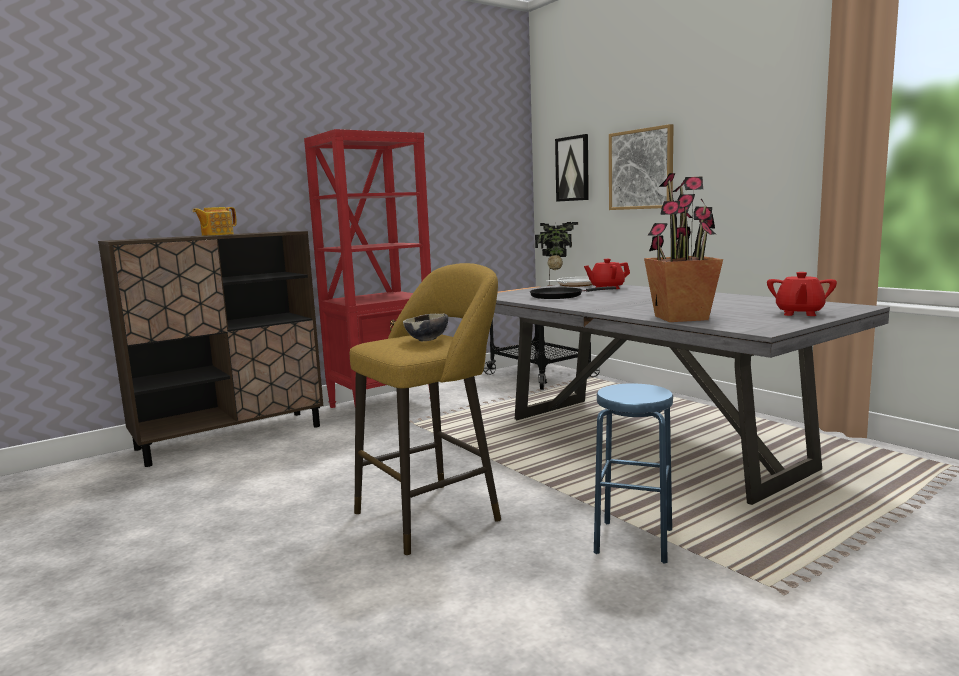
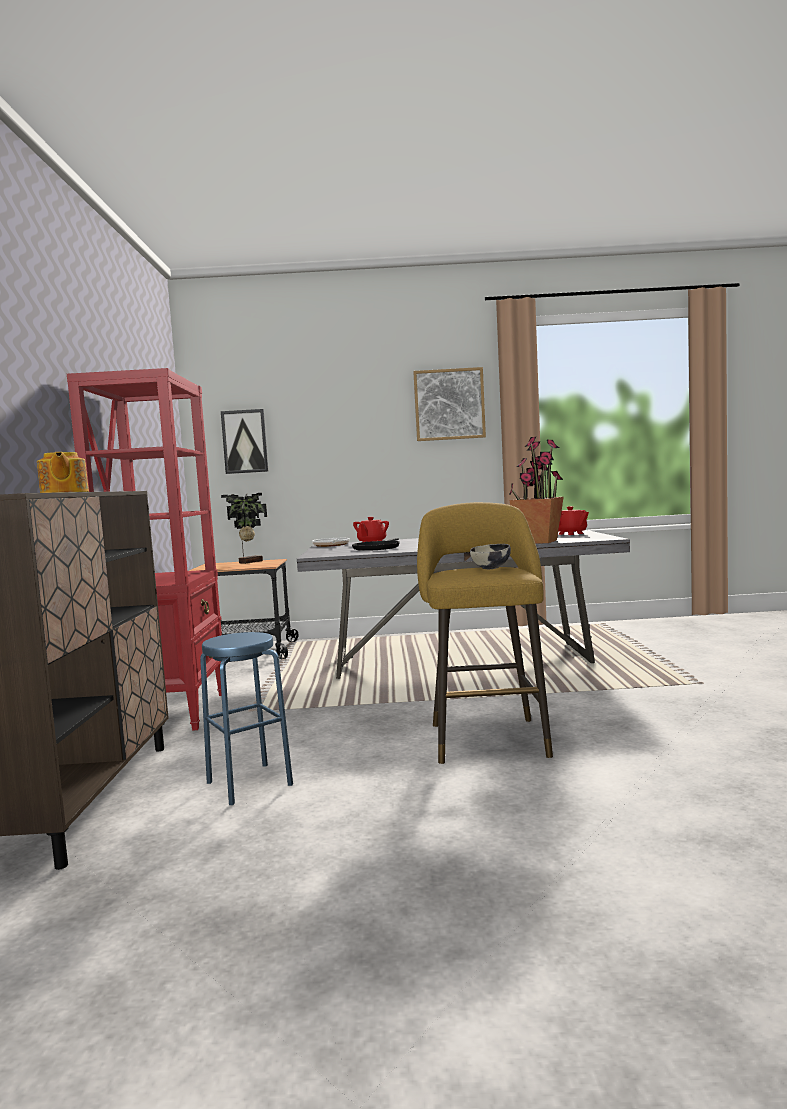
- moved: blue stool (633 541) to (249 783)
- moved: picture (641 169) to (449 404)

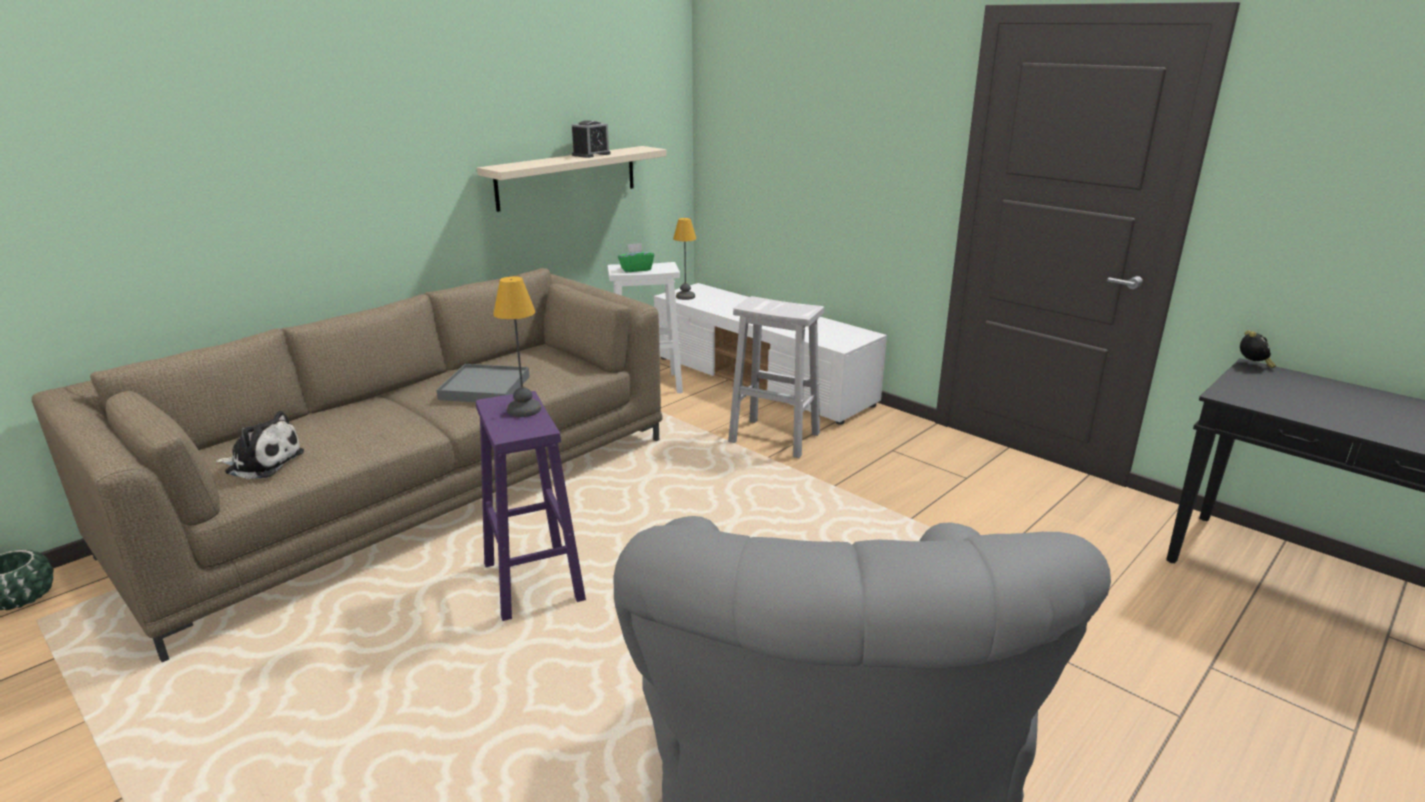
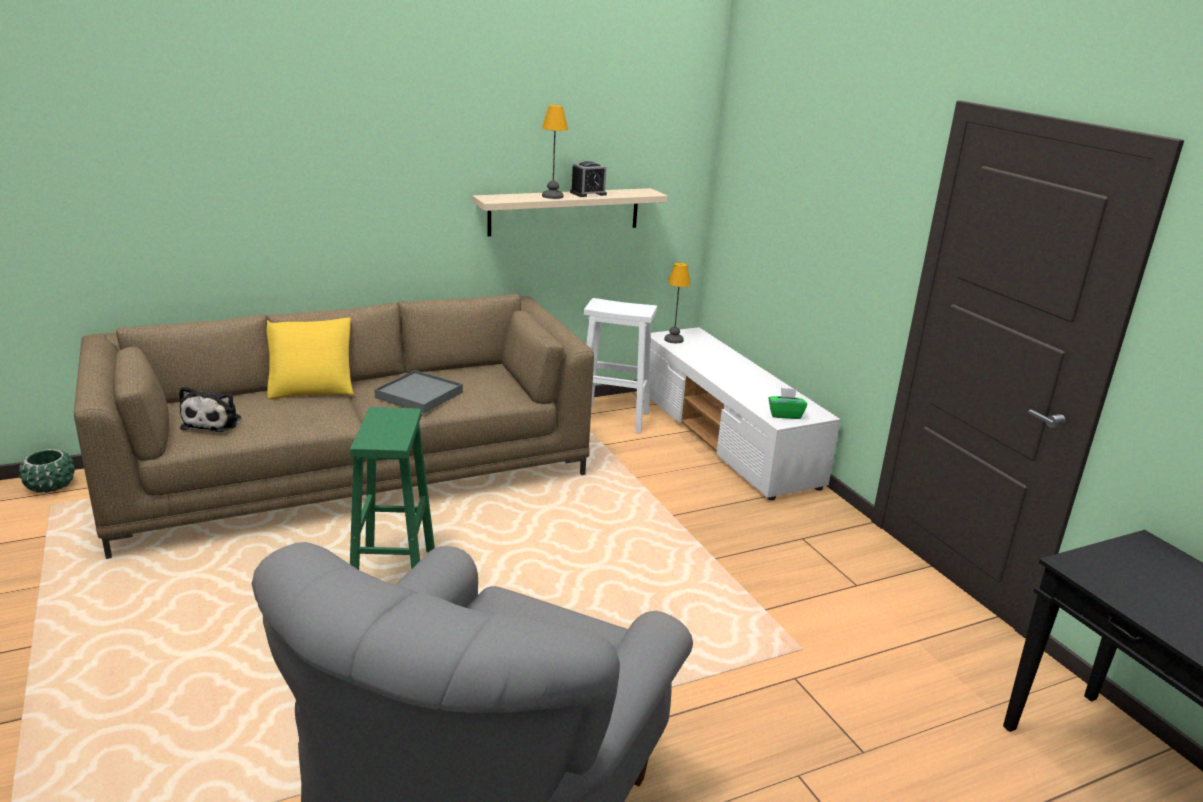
- turned: plush toy (262 462) = (214 422) 60 degrees clockwise
- added: yellow pillow (312 388)
- recoloured: purple stool (532 581) to green stool (393 572)
- moved: table lamp (523 409) to (552 196)
- moved: green tissue box (636 269) to (785 415)
- removed: white stool (776 438)
- removed: alarm clock (1252 365)

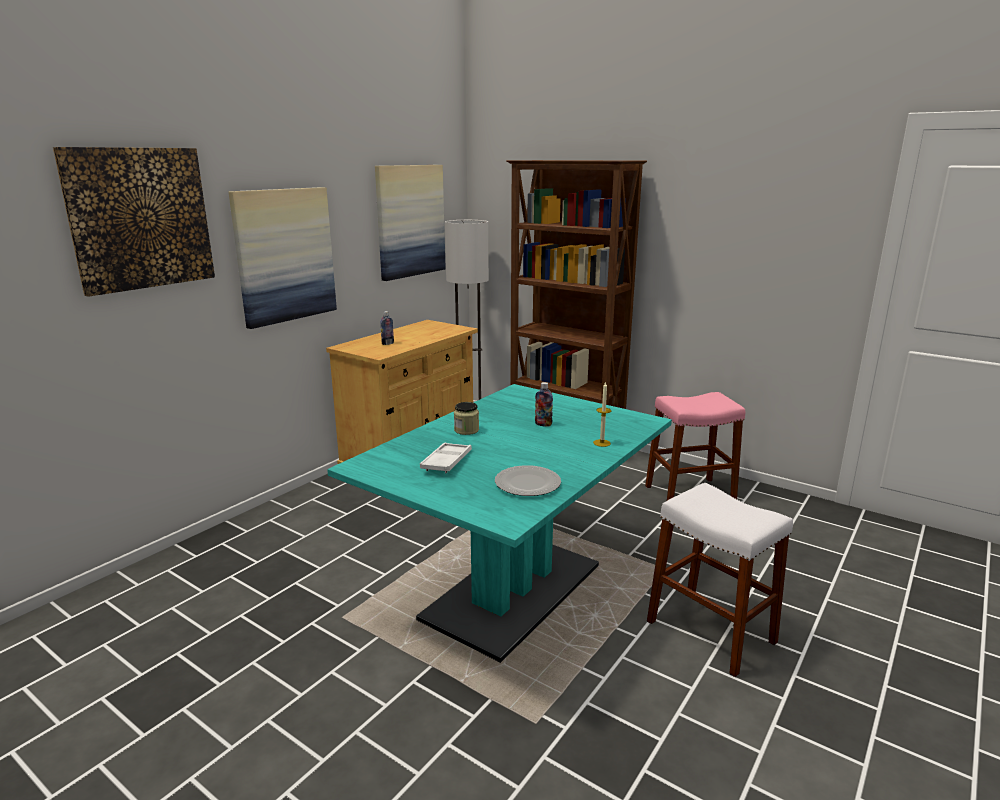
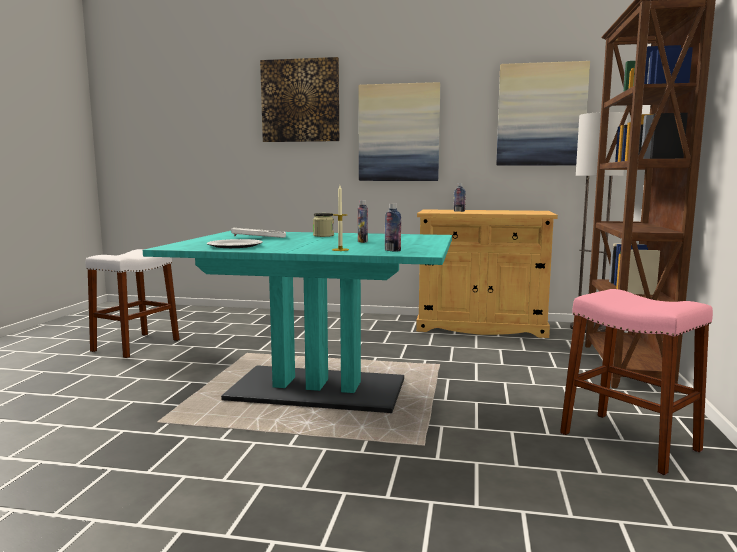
- moved: white stool (710 632) to (136 345)
- added: bottle (392 250)

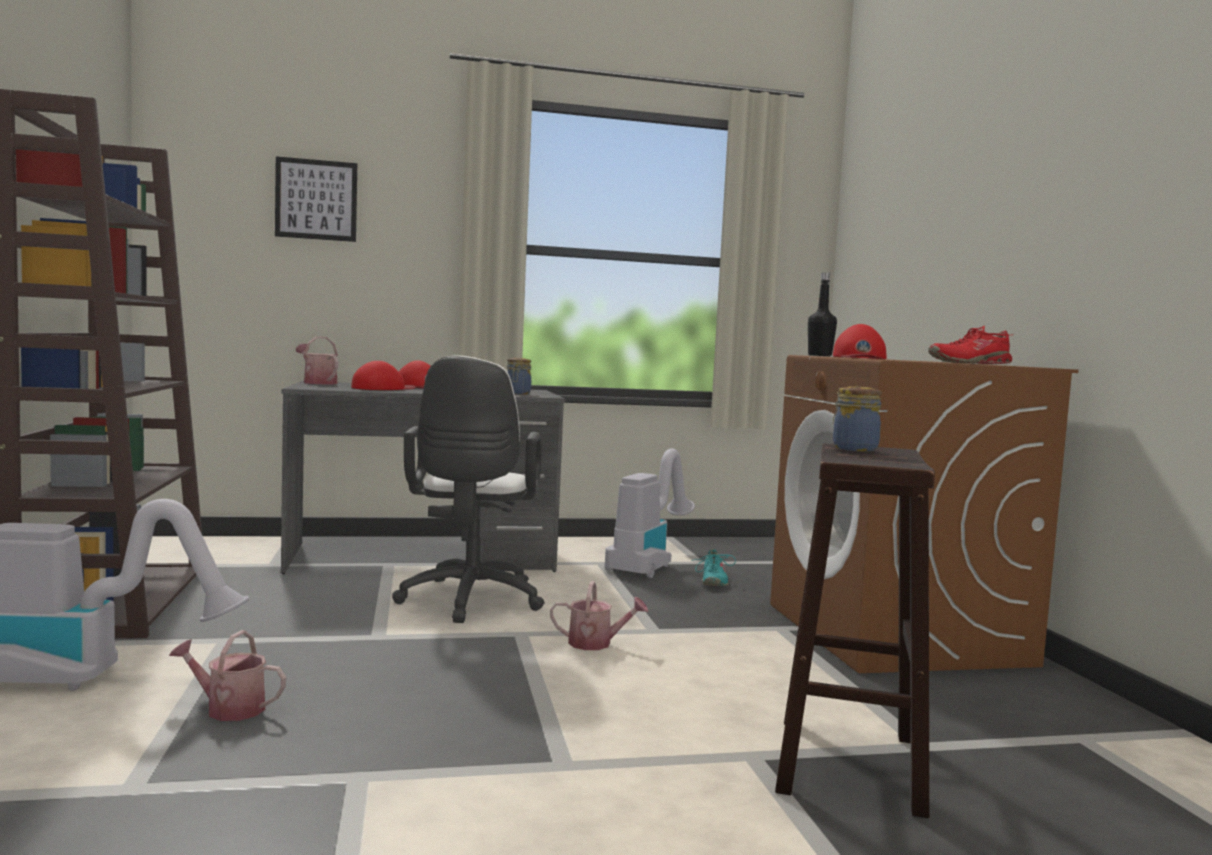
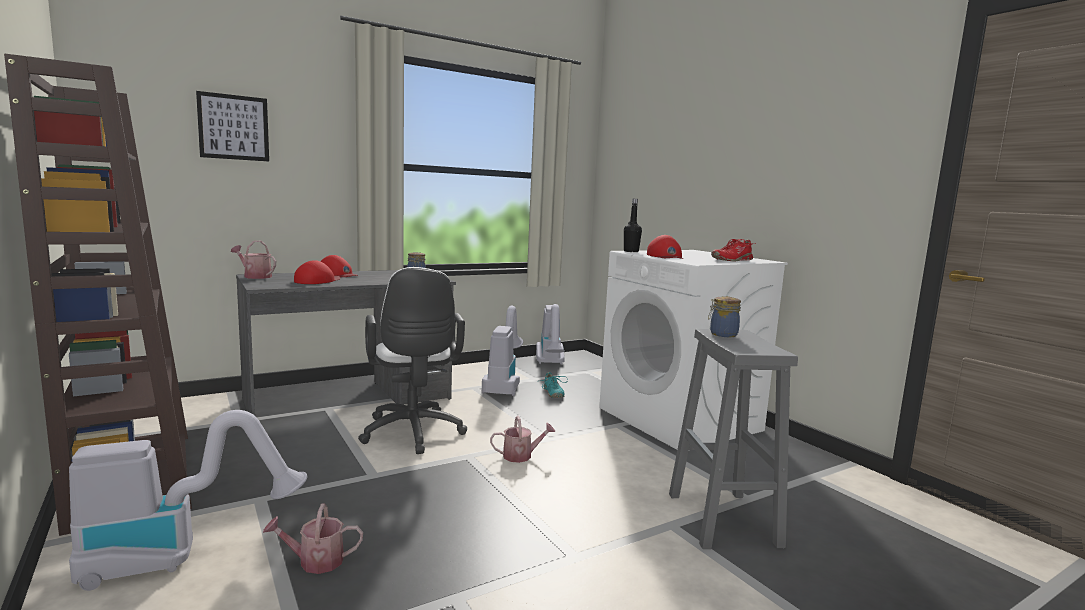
- added: vacuum cleaner (551 364)
- recoloured: brown washing machine (897 634) to white washing machine (680 419)
- recoloured: brown stool (849 765) to grey stool (724 520)

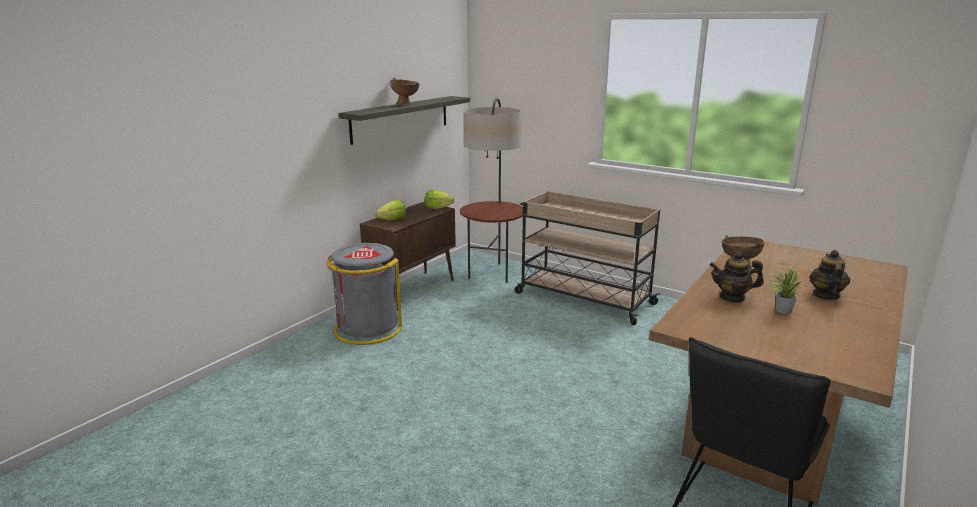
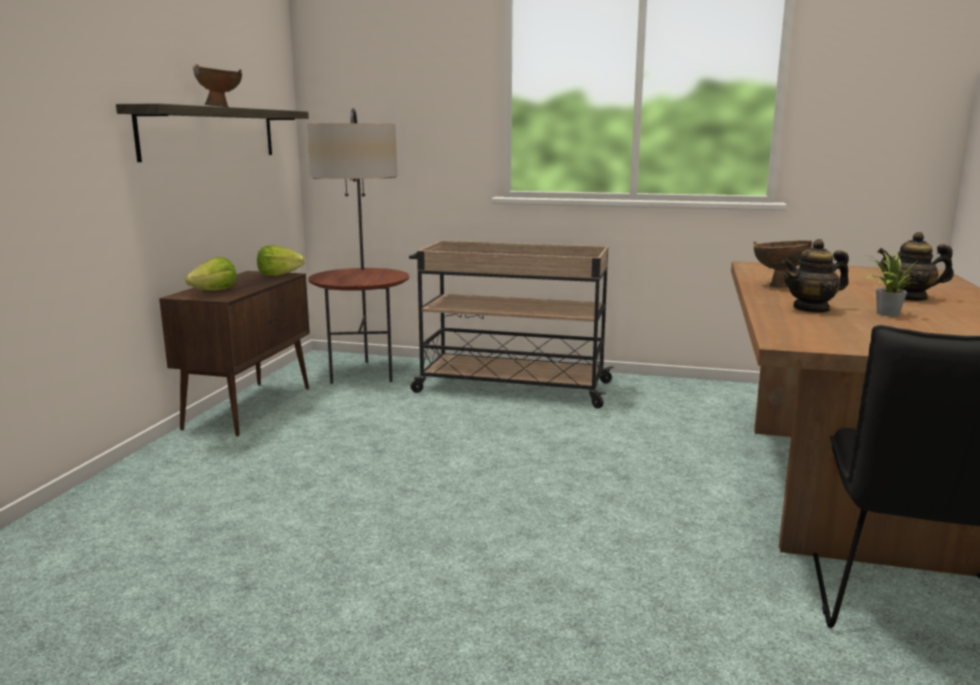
- turned: teapot (825 295) = (909 297) 75 degrees counterclockwise
- removed: grey trash can (367 329)

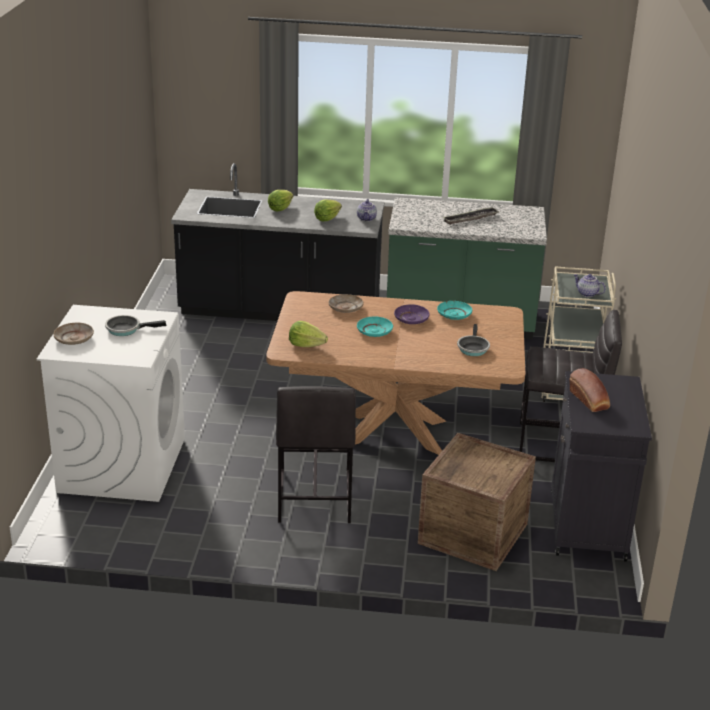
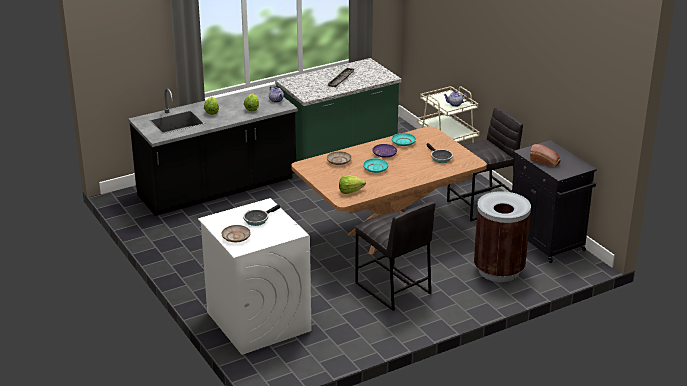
- replaced: crate (473 533) to brown trash can (498 270)

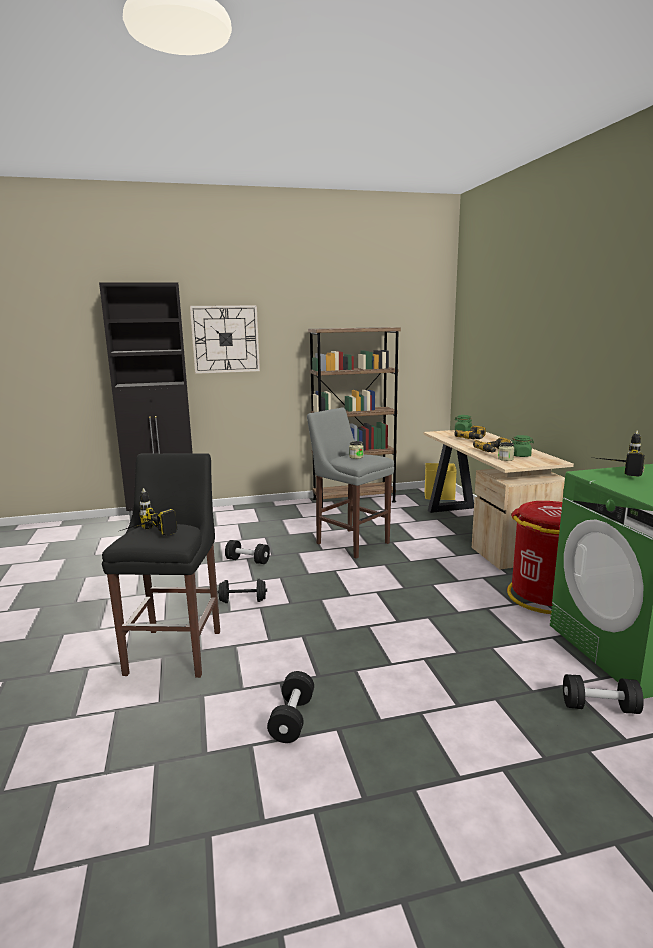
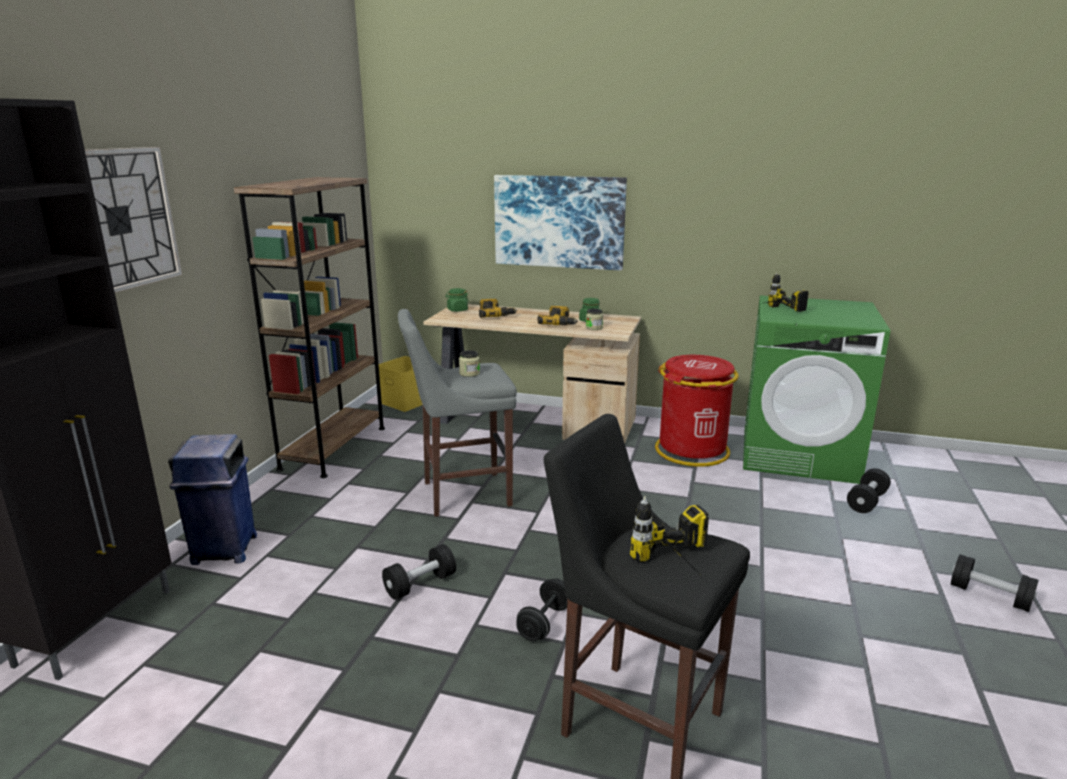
- added: blue trash can (224 550)
- added: picture (559 222)
- moved: black dumbbell (292 719) to (989 596)

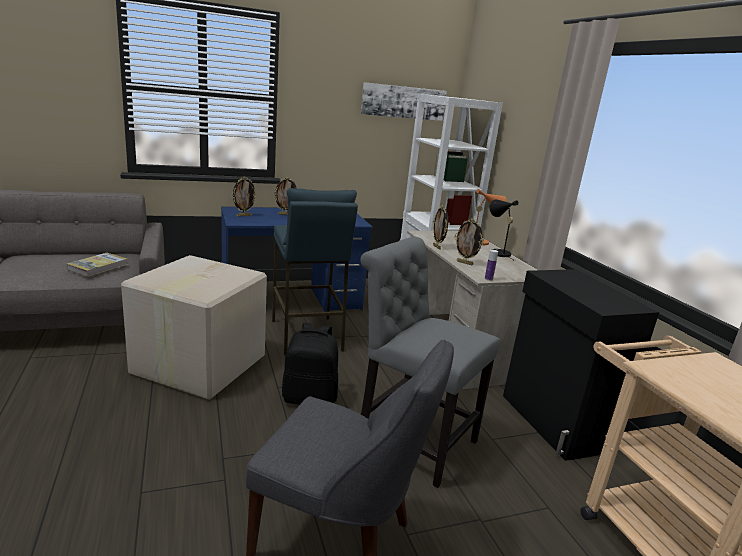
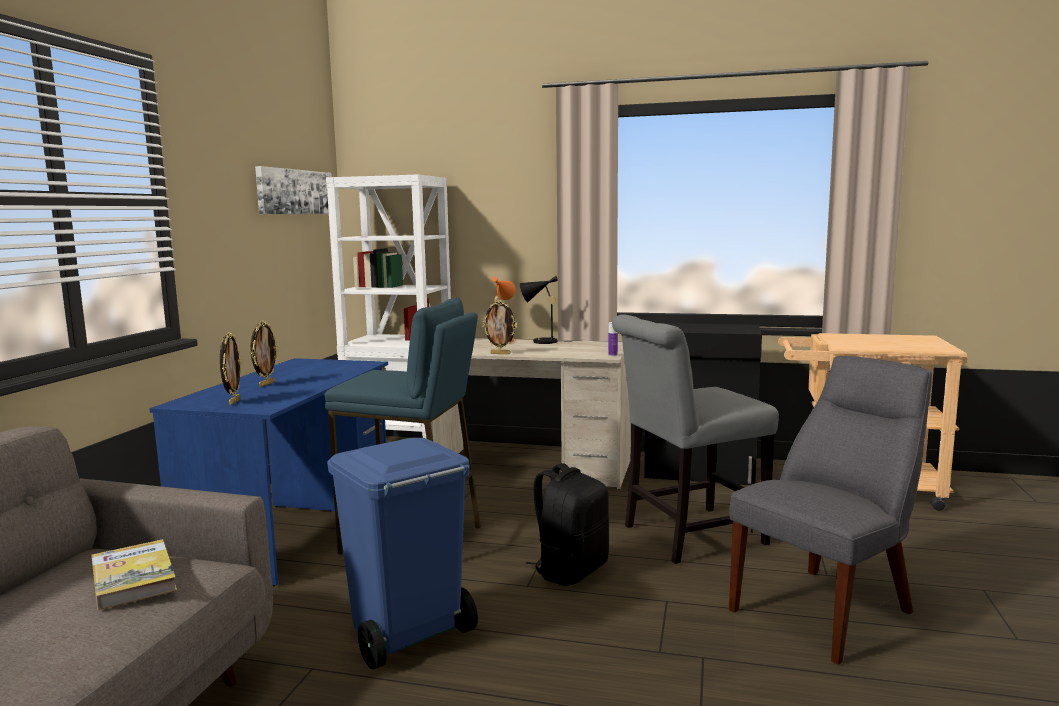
- replaced: cardboard box (197 365) to blue trash can (406 635)
- removed: picture frame (465 263)

